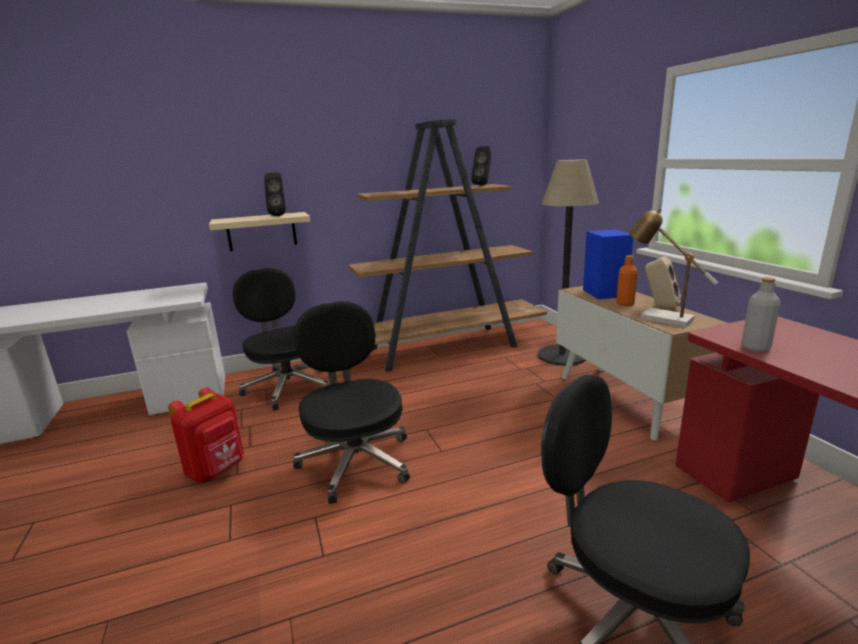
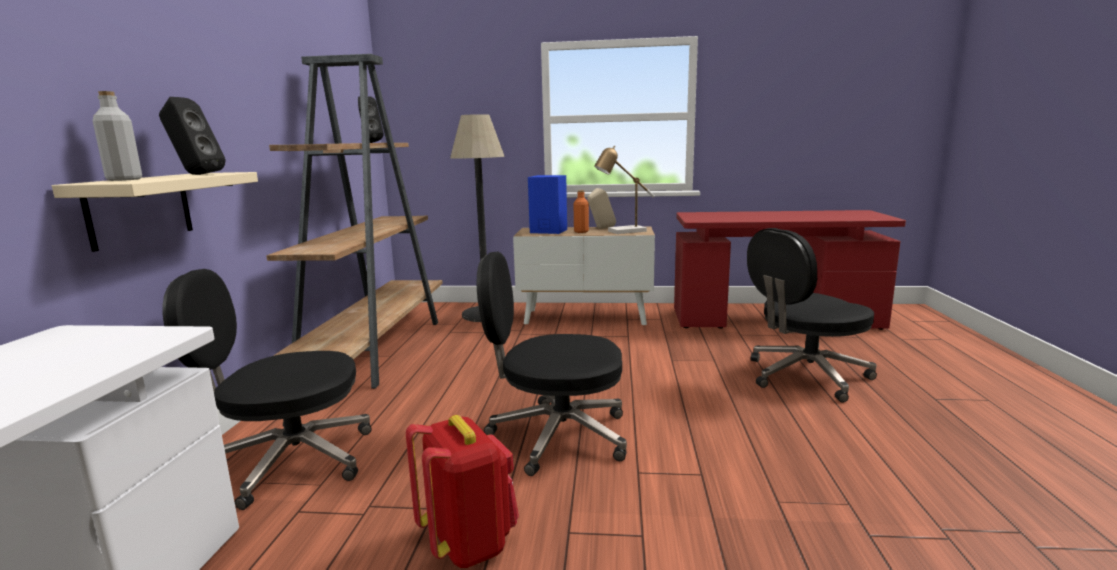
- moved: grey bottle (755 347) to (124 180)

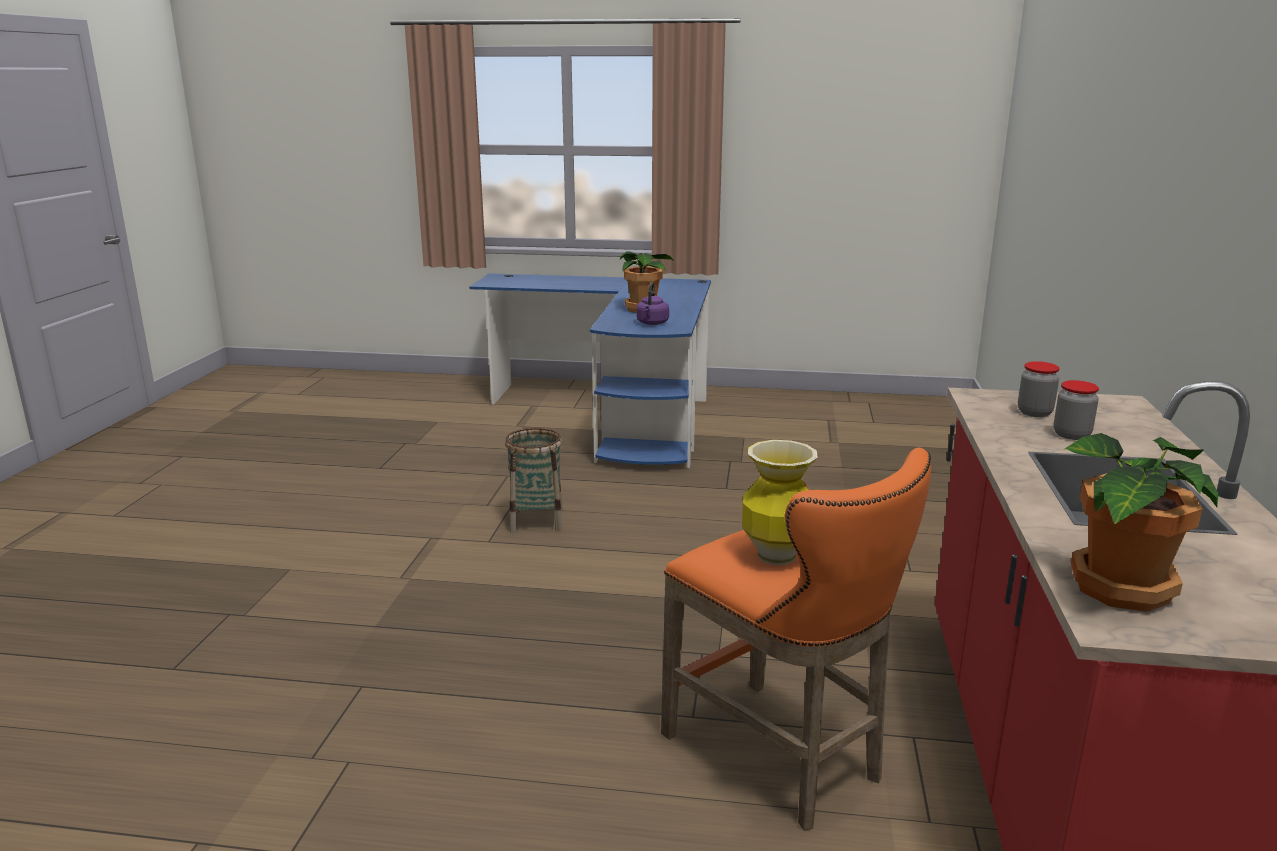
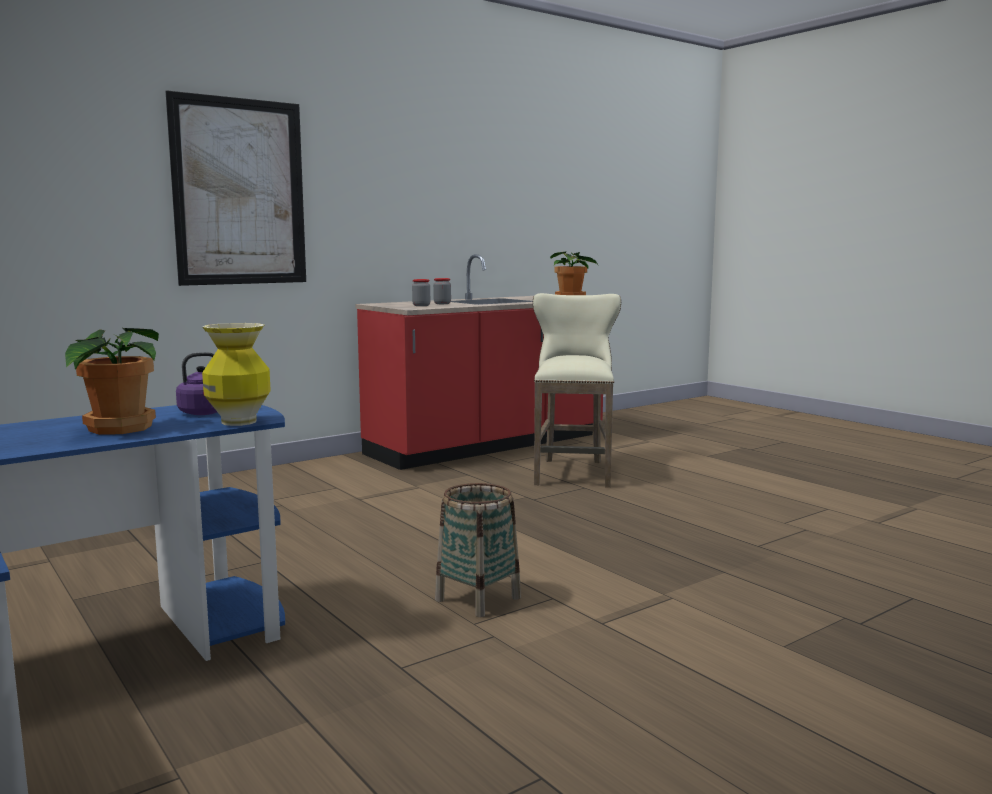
- added: picture (240 192)
- moved: vase (776 555) to (239 422)
- recoloured: orange stool (781 760) to beige stool (573 471)

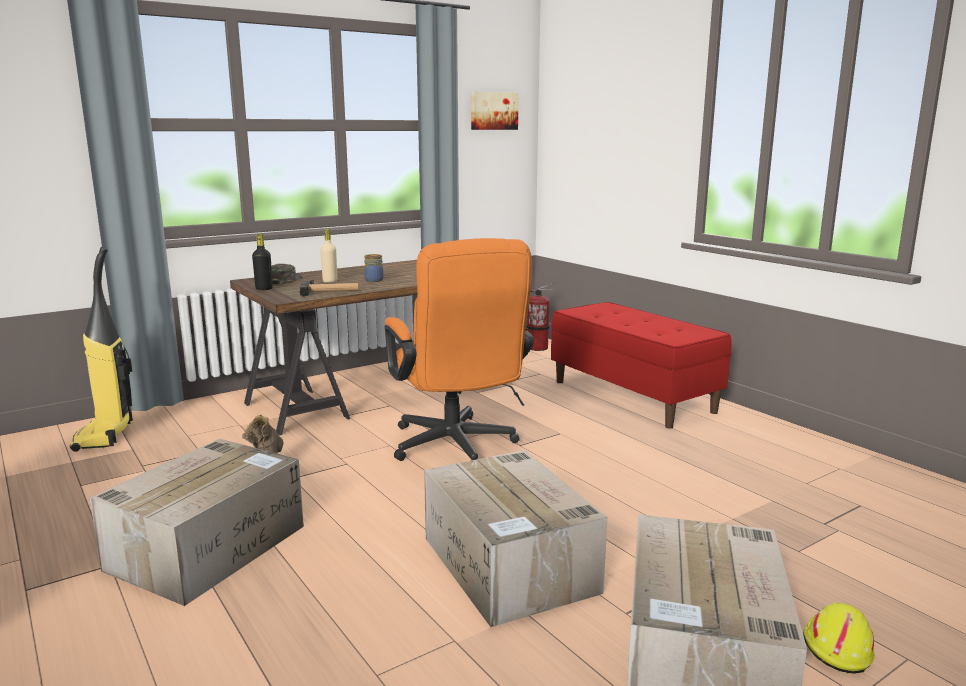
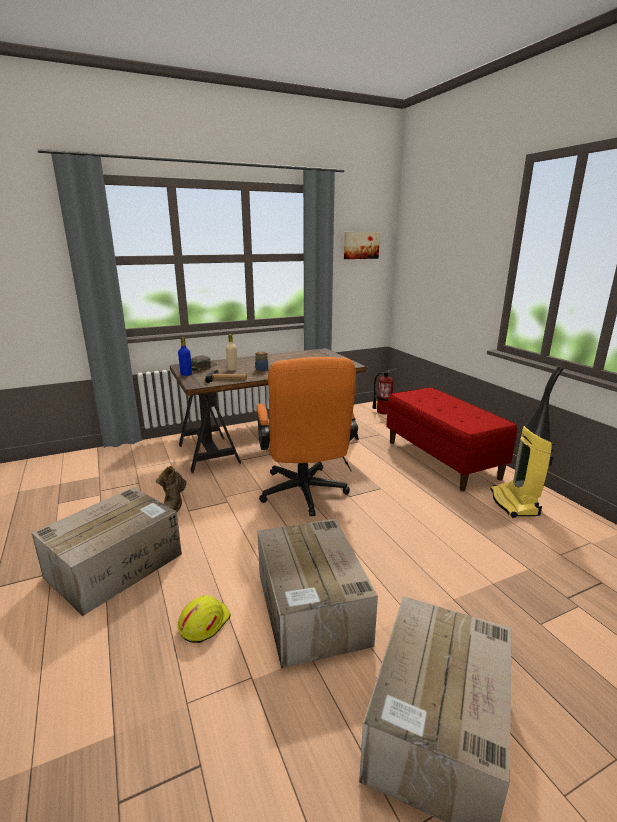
- recoloured: black bottle (264 289) to blue bottle (186 374)
- moved: yellow hard hat (836 647) to (203 622)
- moved: vacuum cleaner (105 436) to (515 503)

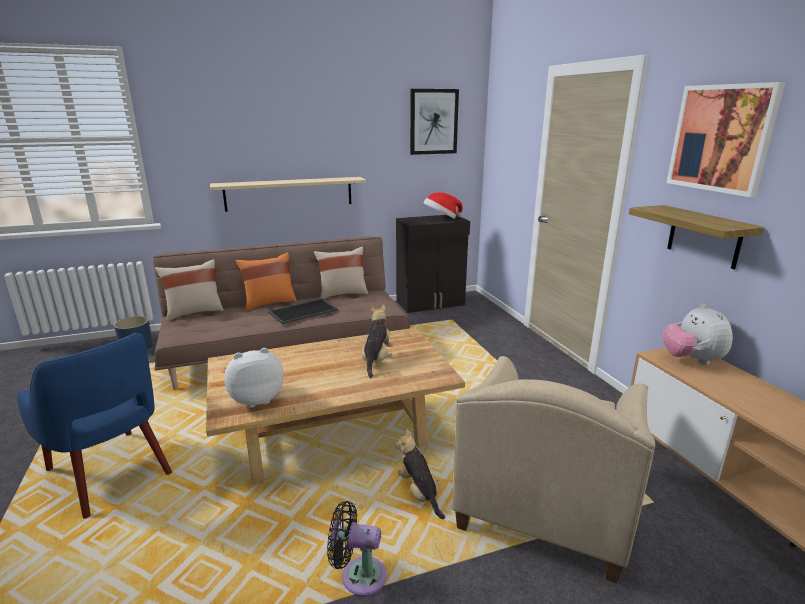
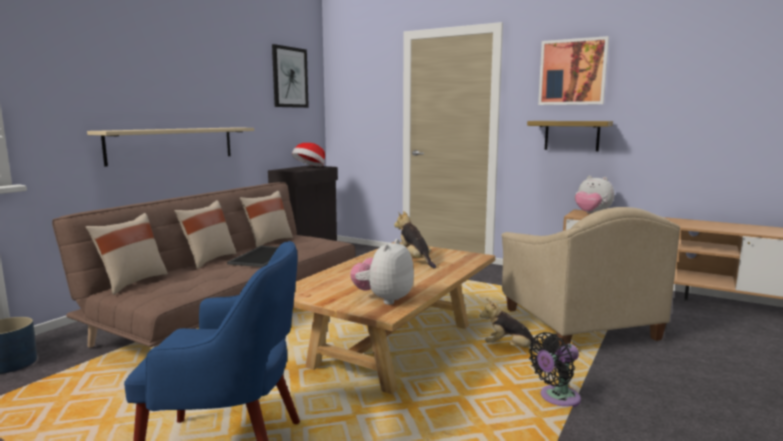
- recoloured: orange pillow (269 303) to beige pillow (208 260)

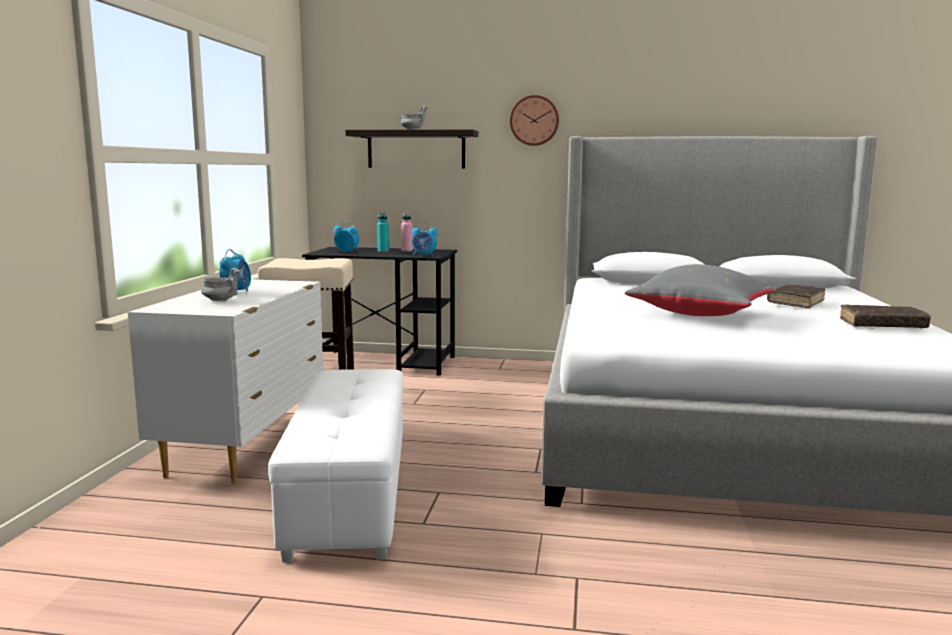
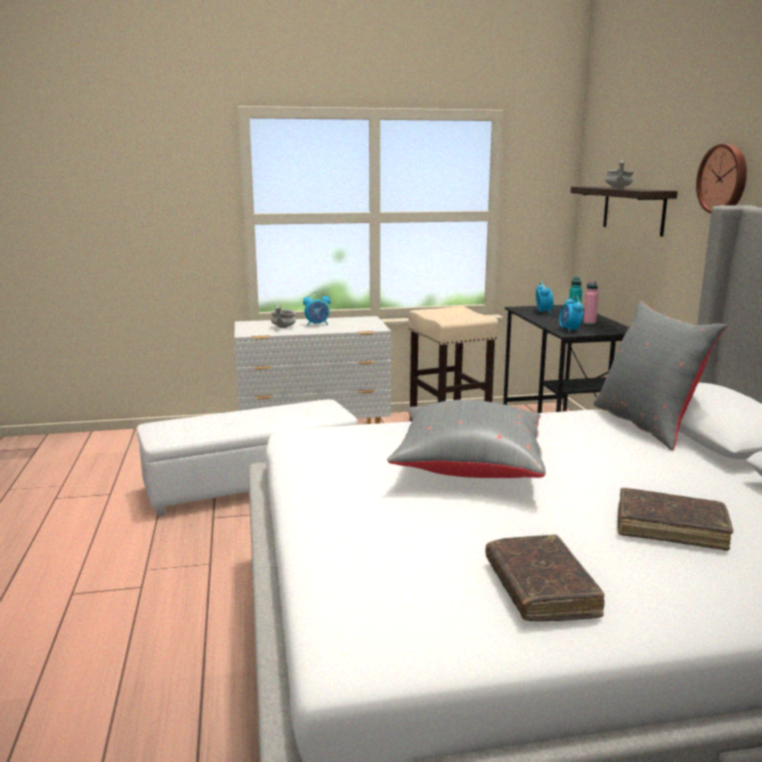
- added: grey pillow (647 425)

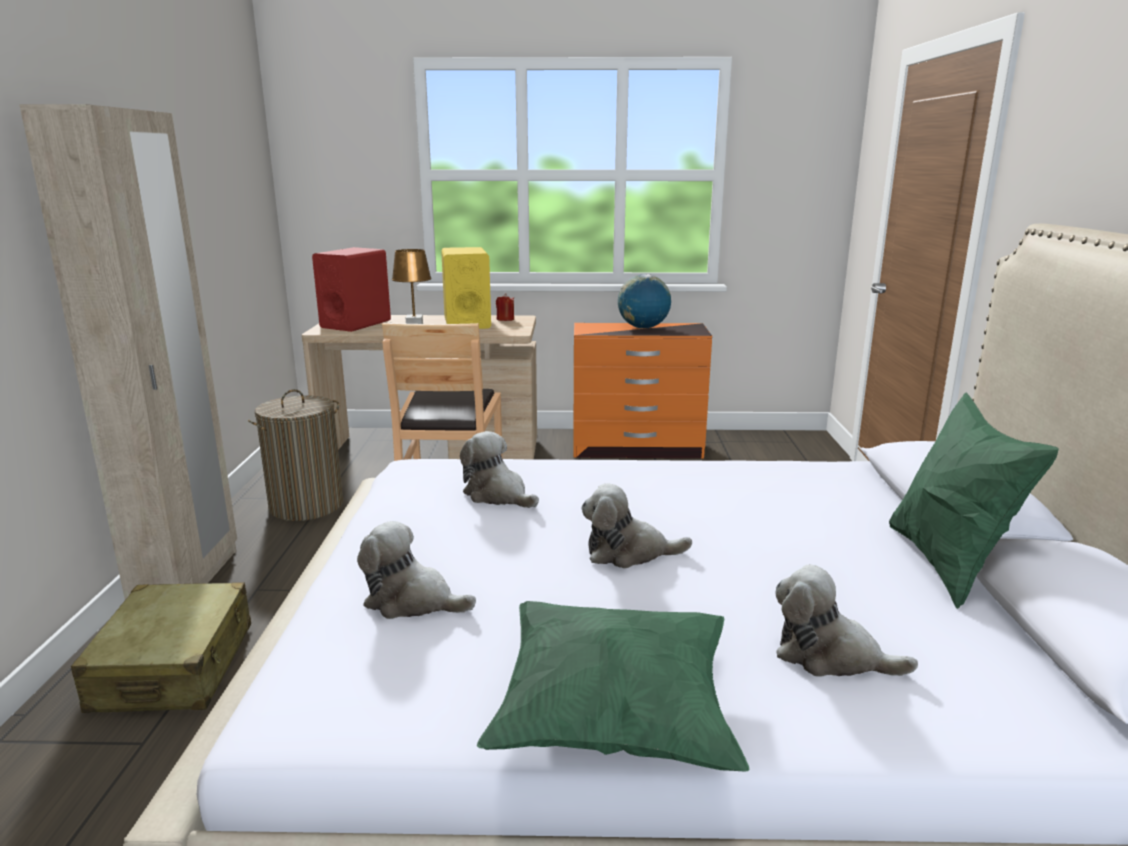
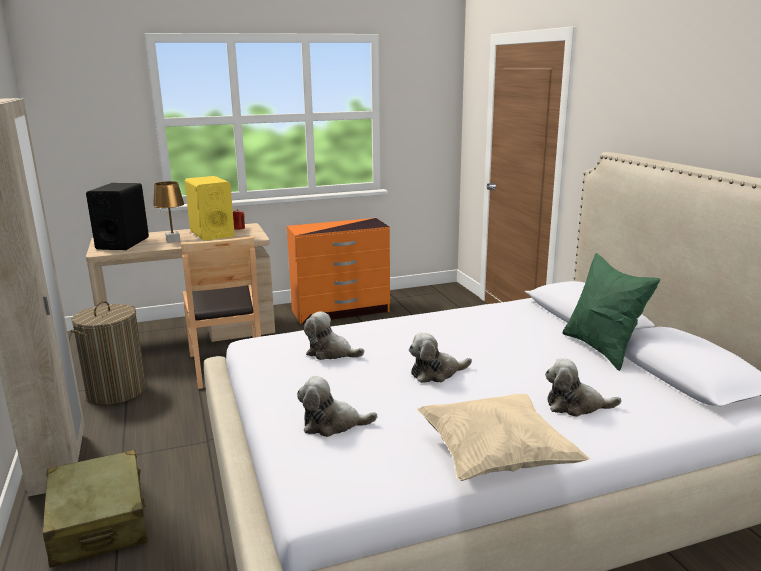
- recoloured: red speaker (356 324) to black speaker (123 243)
- recoloured: green pillow (614 719) to beige pillow (495 458)
- removed: globe (643 328)

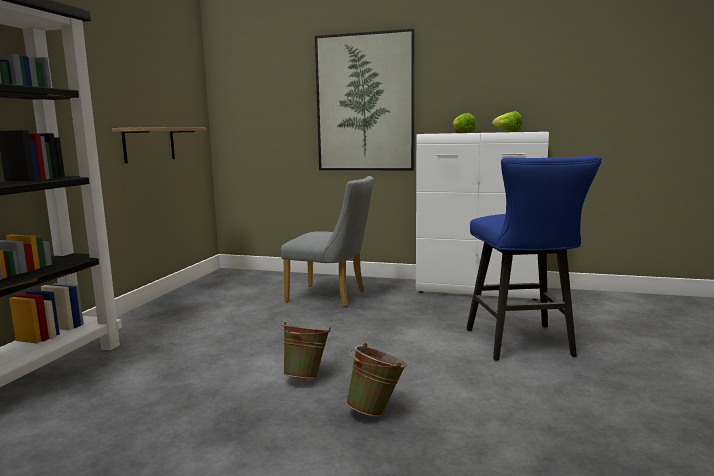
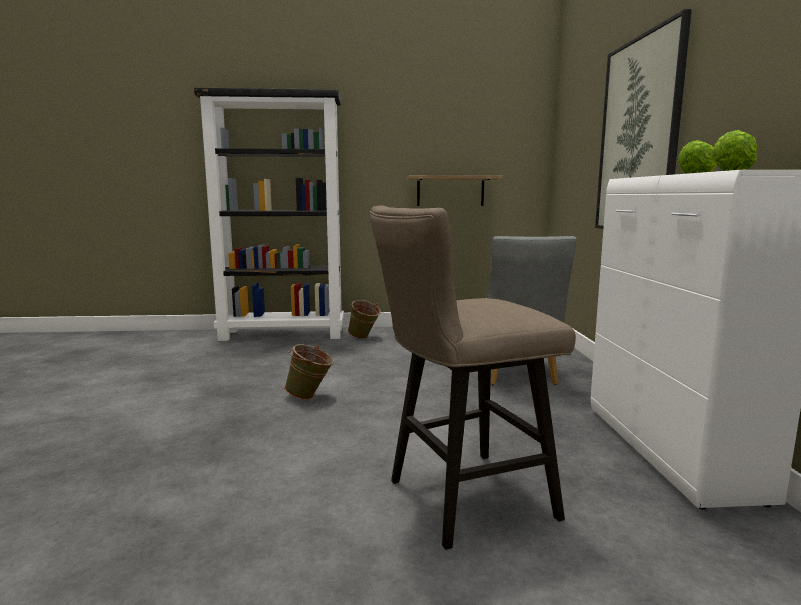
- moved: green bucket (377 410) to (364 338)
- recoloured: blue stool (522 345) to beige stool (459 500)

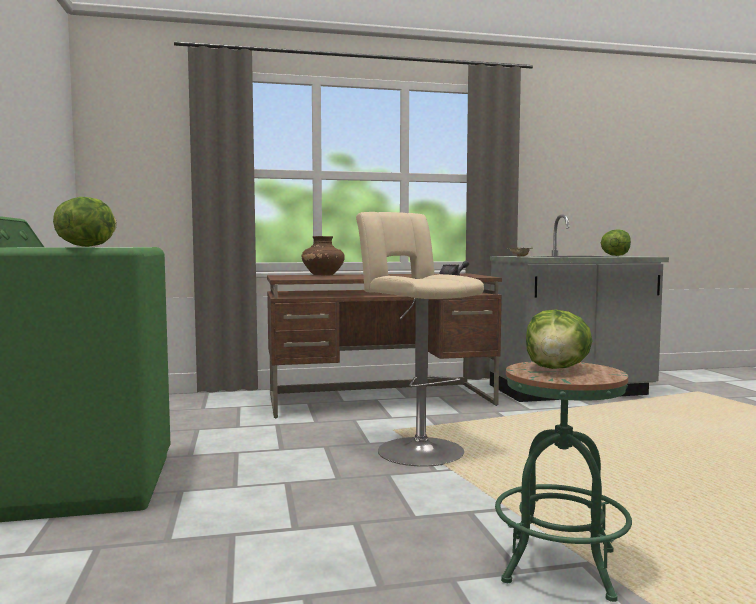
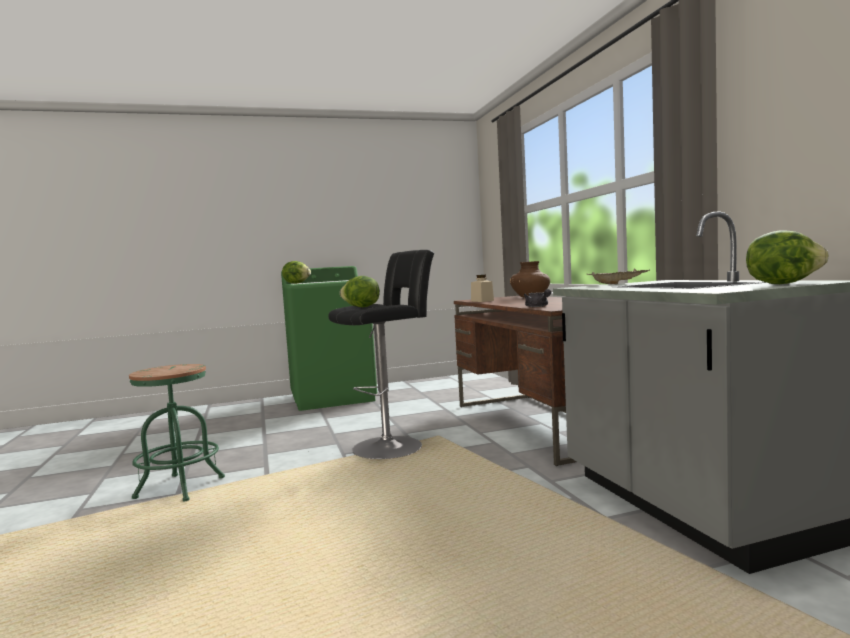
- recoloured: beige stool (416 449) to black stool (391 446)
- moved: lettuce (556 369) to (361 307)
- added: beige jar (482 301)

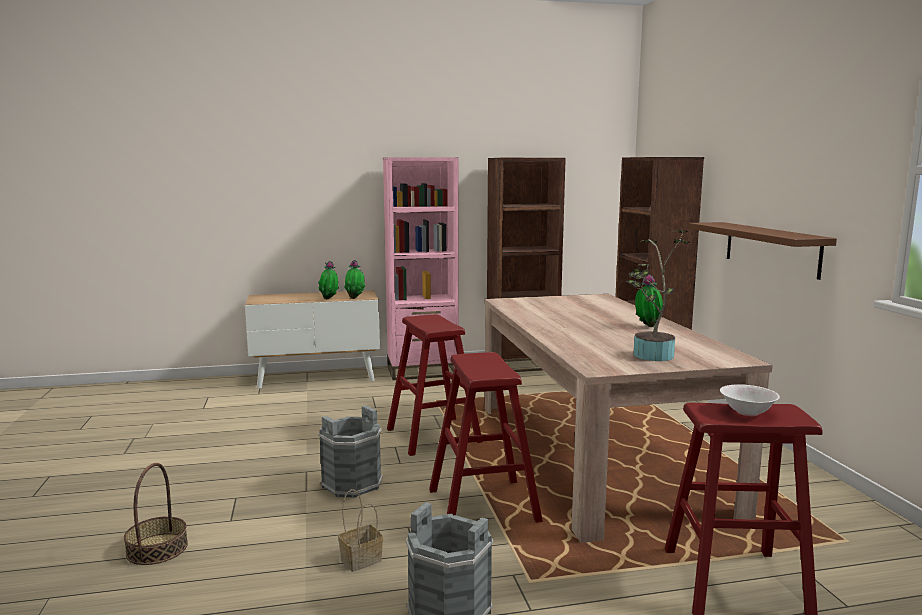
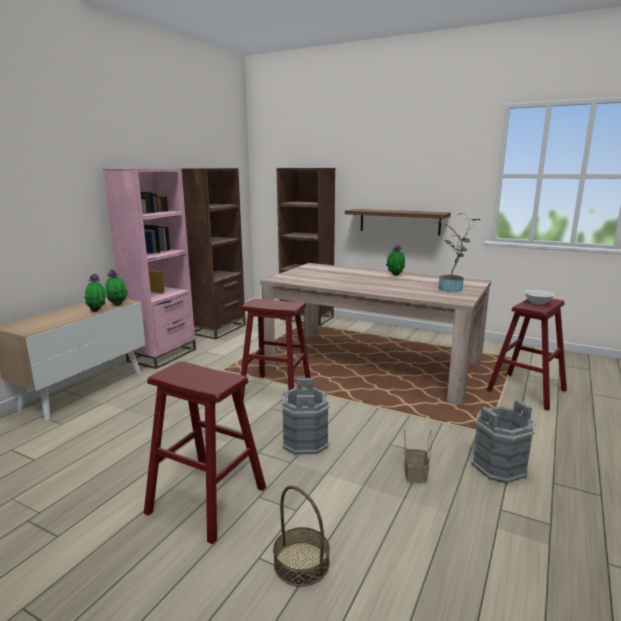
- moved: red stool (483 505) to (207 500)

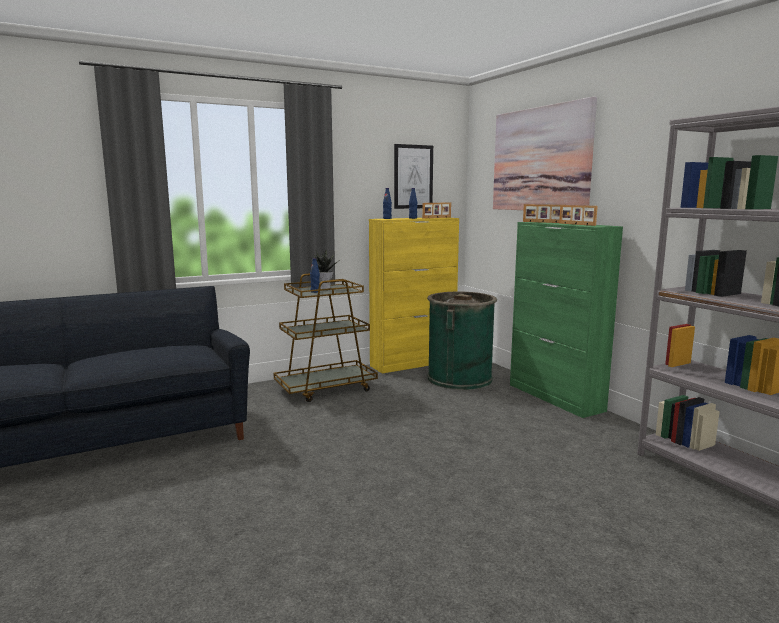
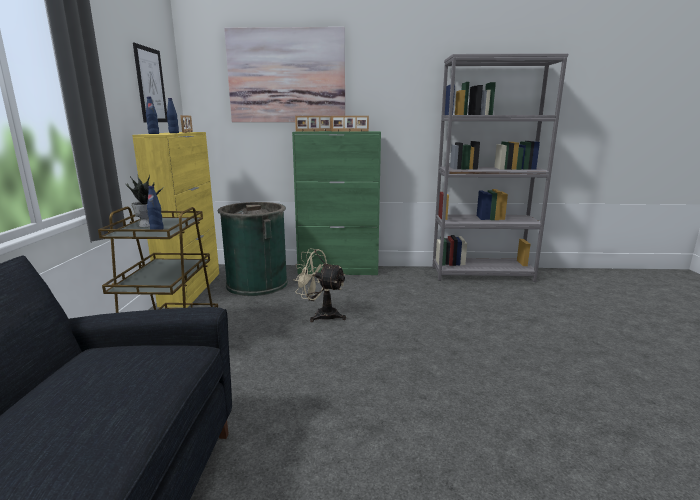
- added: beige fan (321 315)

